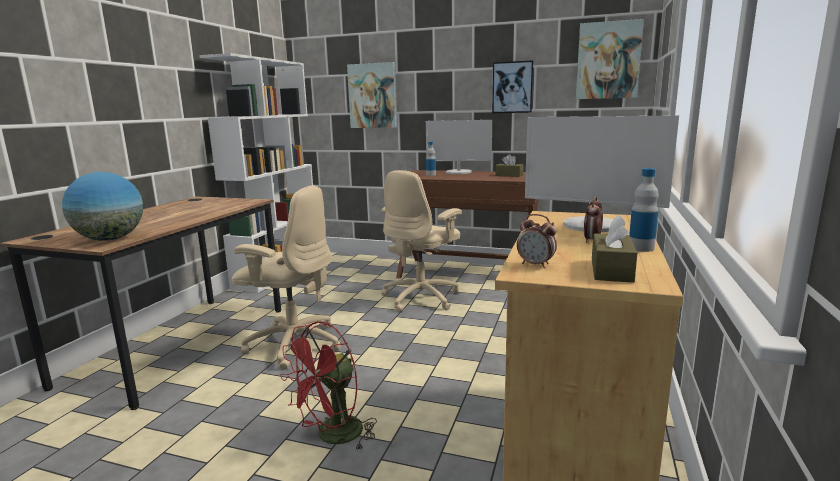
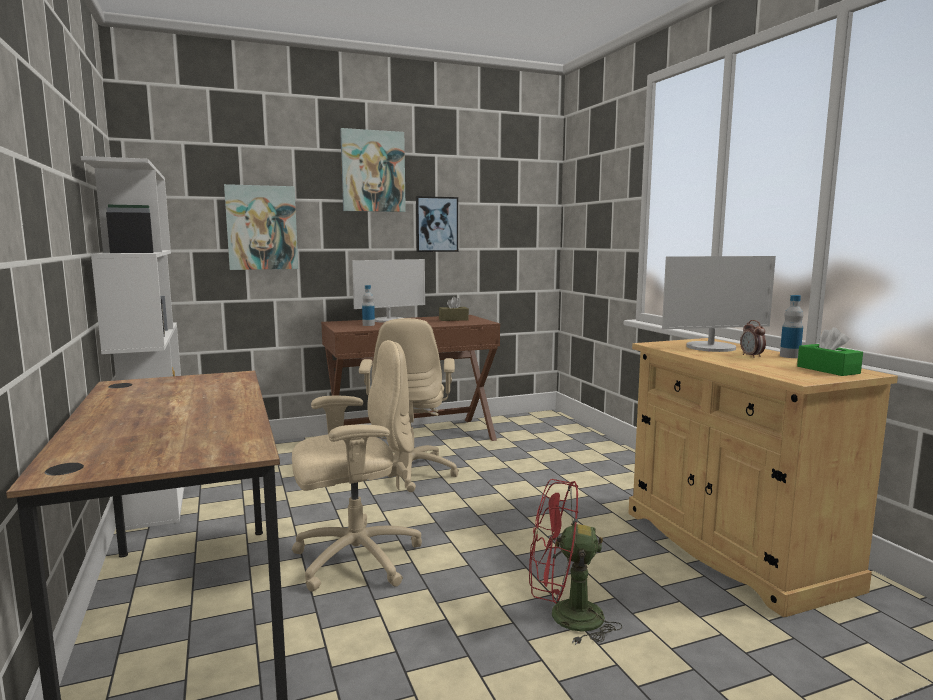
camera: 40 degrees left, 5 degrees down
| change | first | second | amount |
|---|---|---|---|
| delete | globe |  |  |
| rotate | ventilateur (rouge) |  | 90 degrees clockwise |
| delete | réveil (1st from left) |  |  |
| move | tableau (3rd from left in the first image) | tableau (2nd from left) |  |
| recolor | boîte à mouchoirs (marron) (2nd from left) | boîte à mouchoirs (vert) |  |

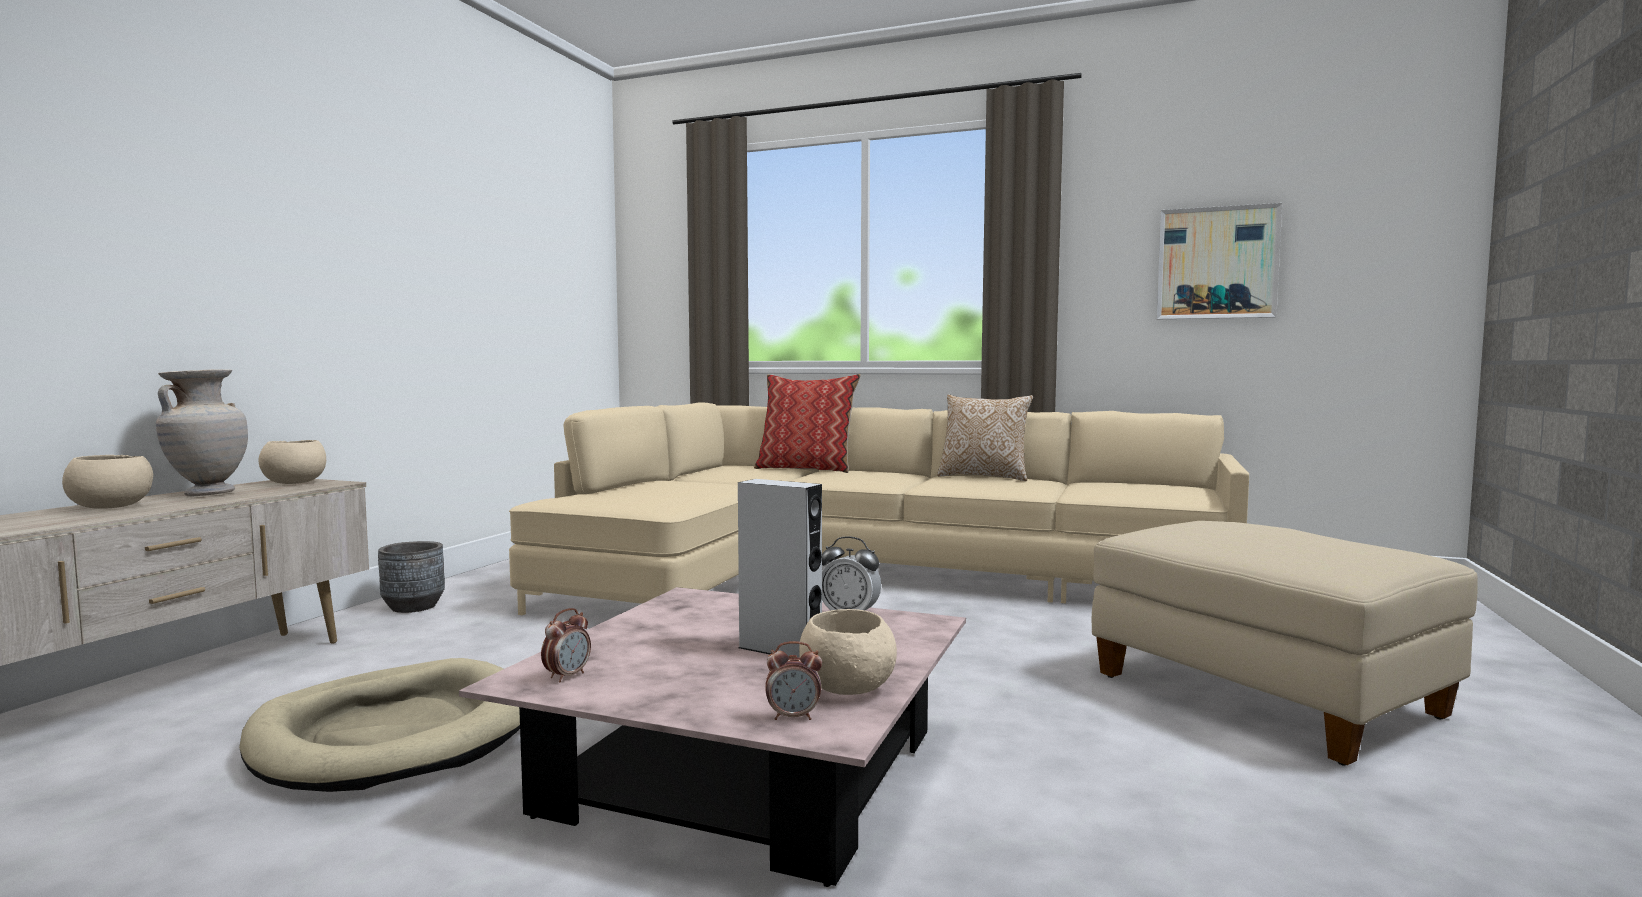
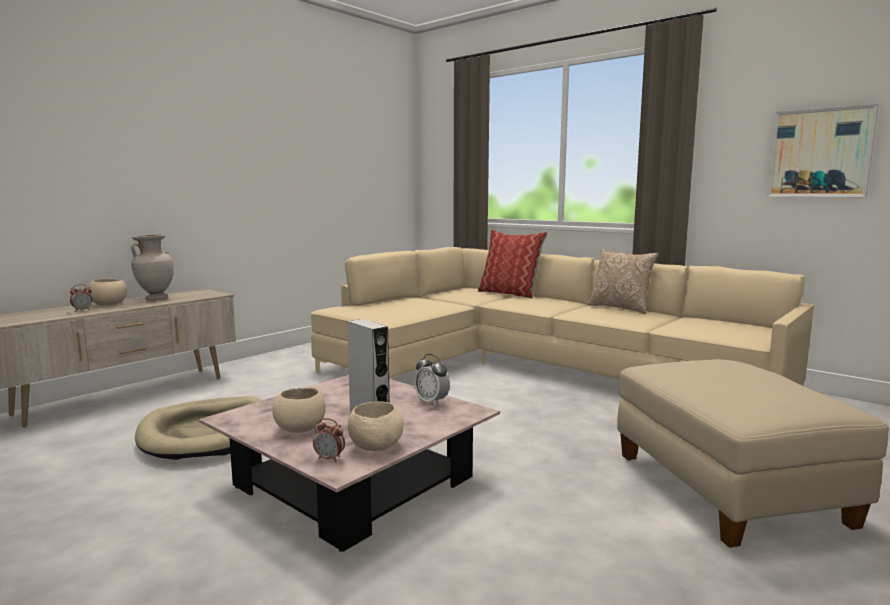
camera: 20 degrees right, 5 degrees up
| change | first | second | amount |
|---|---|---|---|
| move | bol (beige) (2nd from left) |  |  |
| delete | cache-pot (gris) |  |  |
| move | réveil (1st from left) |  |  |

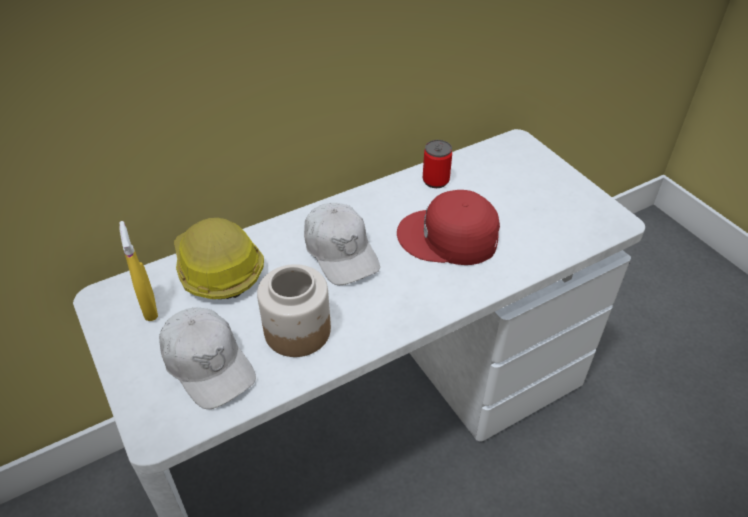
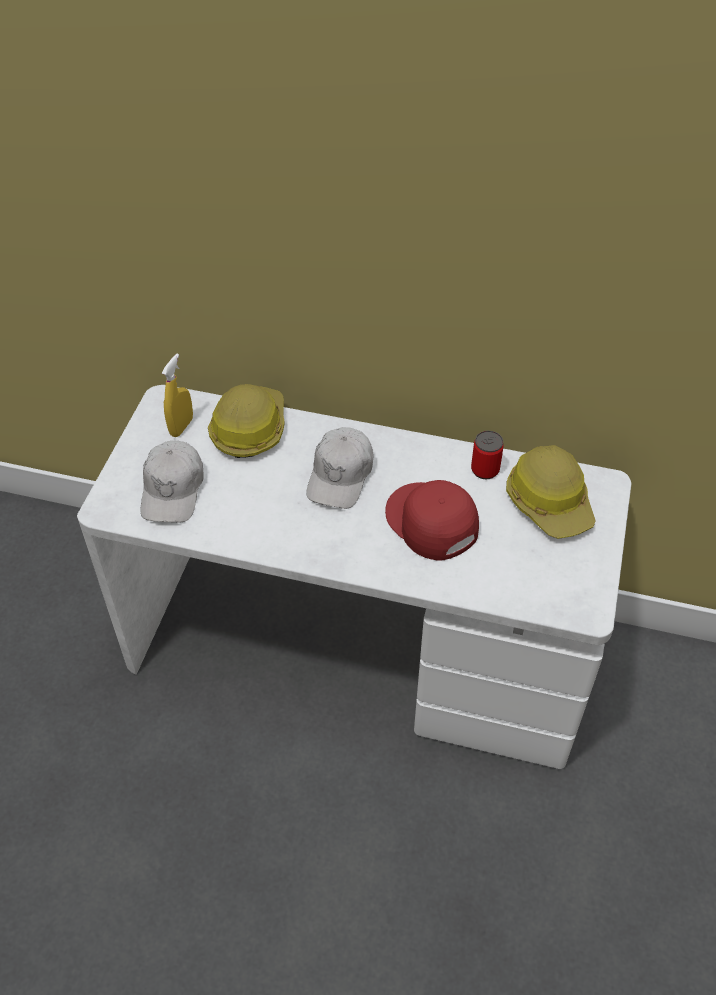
camera: 45 degrees right, 5 degrees up
| change | first | second | amount |
|---|---|---|---|
| delete | bocal |  |  |
| insert |  | casque de chantier (2nd from left) |  |

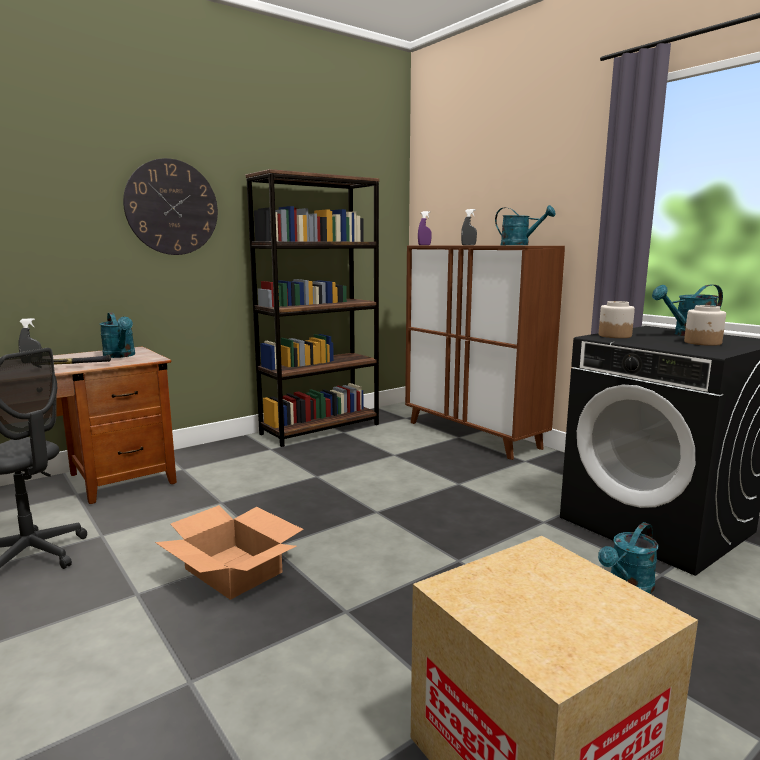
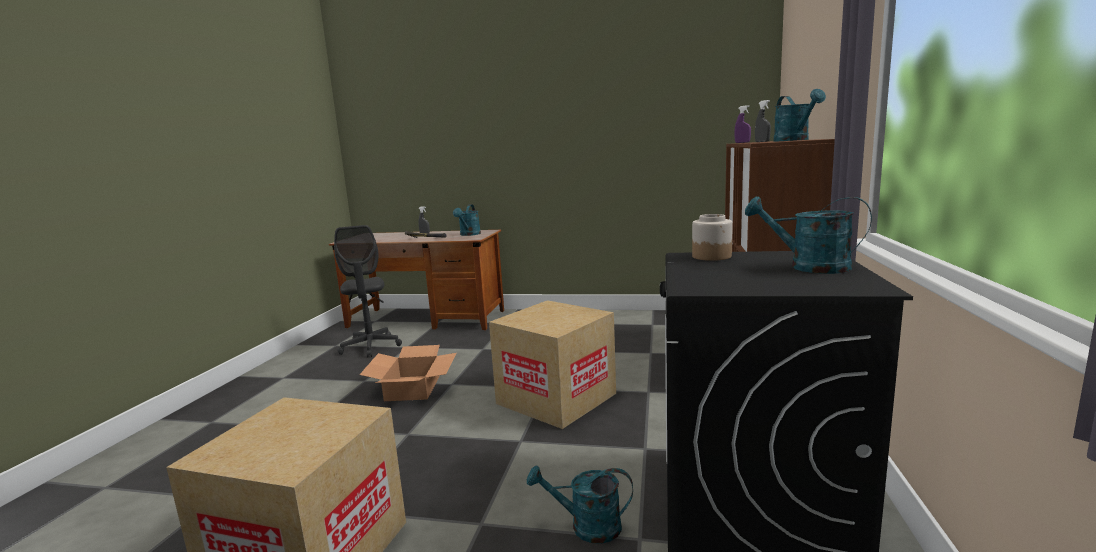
camera: 50 degrees right, 0 degrees up
| change | first | second | amount |
|---|---|---|---|
| delete | horloge murale |  |  |
| delete | bibliothèque (marron) |  |  |
| delete | bocal (2nd from left) |  |  |
| insert |  | carton (3rd from left) |  |

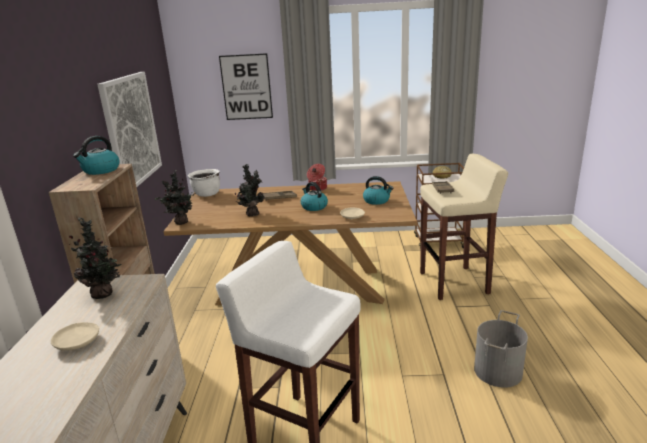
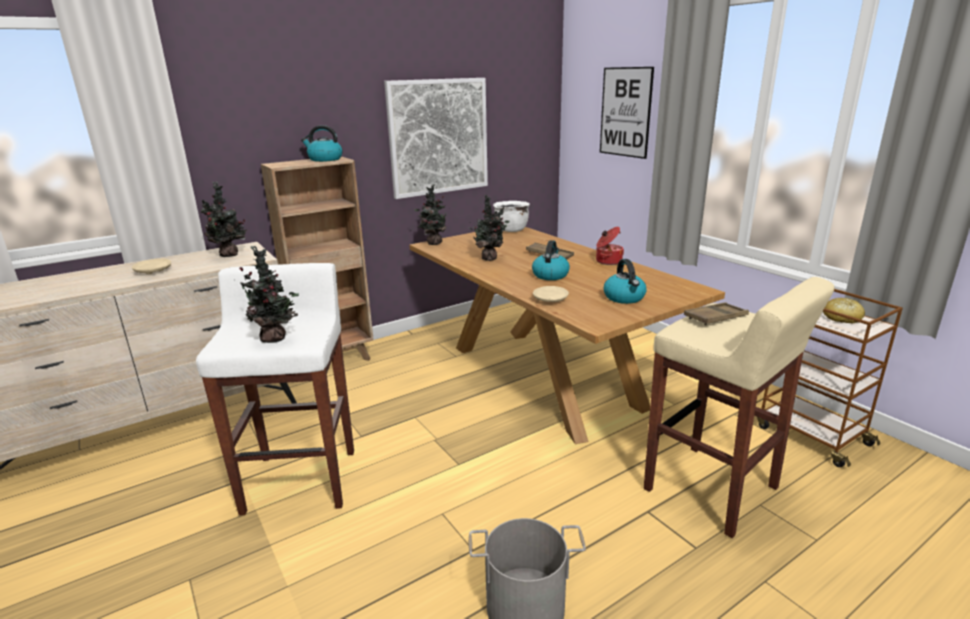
camera: 55 degrees right, 0 degrees up
| change | first | second | amount |
|---|---|---|---|
| insert |  | plante en pot (2nd from left) |  |

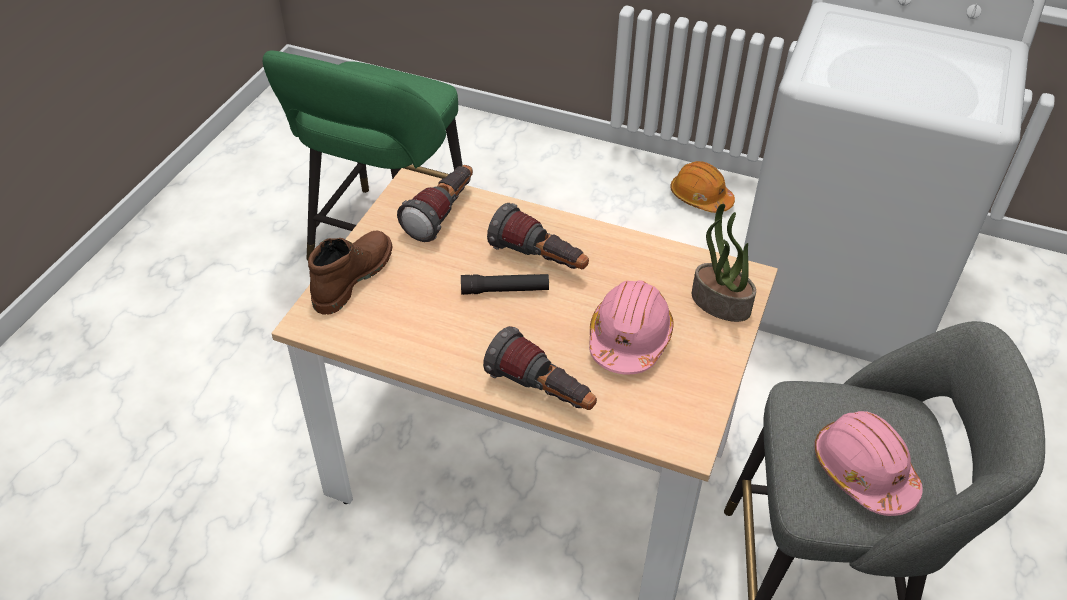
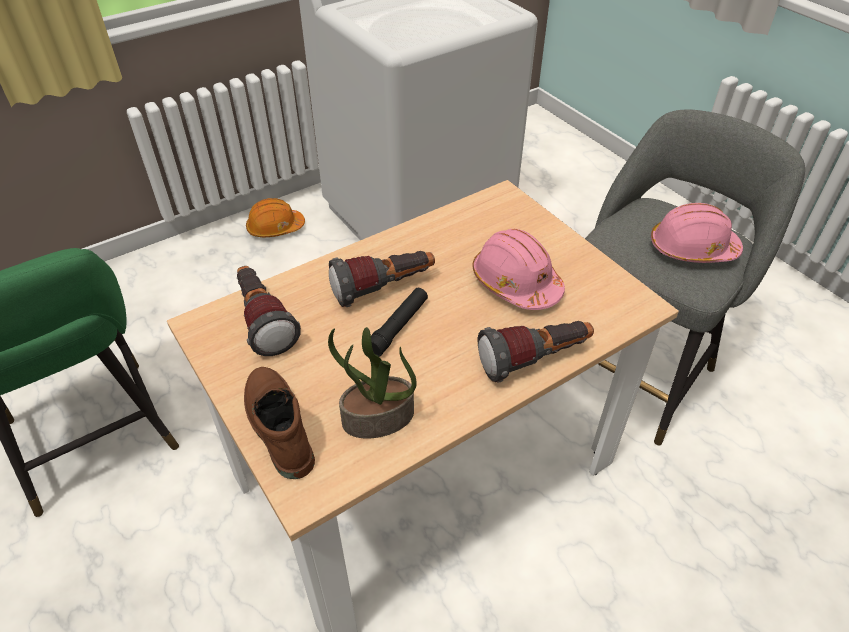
camera: 55 degrees left, 0 degrees up
| change | first | second | amount |
|---|---|---|---|
| move | plante en pot |  |  |

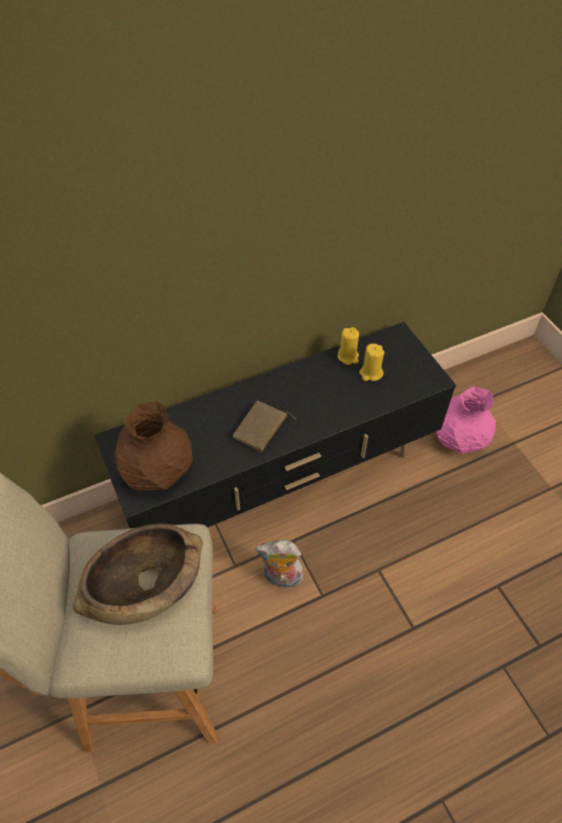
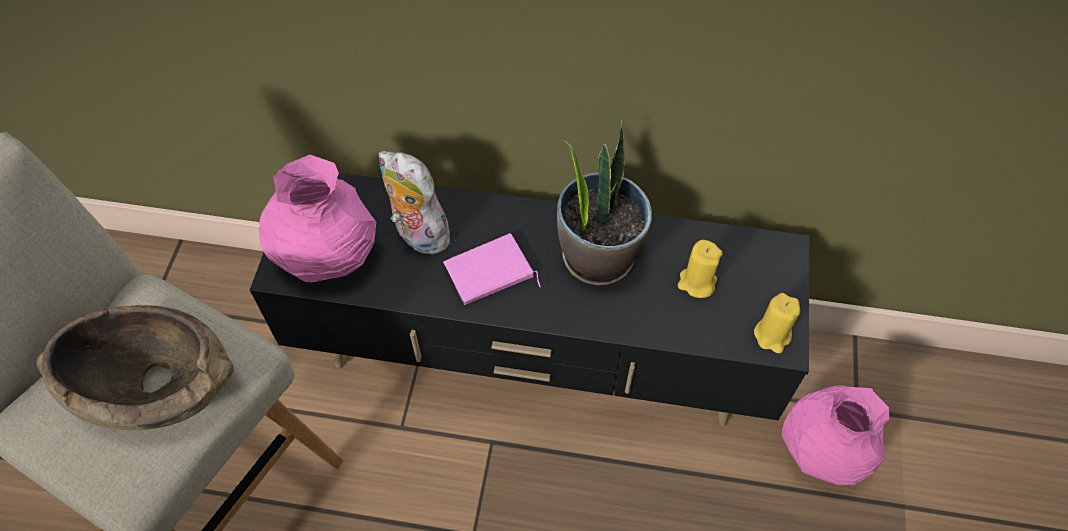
camera: 35 degrees right, 5 degrees up
| change | first | second | amount |
|---|---|---|---|
| recolor | vase (marron) | vase (rose) (1st from left) |  |
| recolor | livre (marron) | livre (rose) |  |
| move | peluche |  |  |
| move | bougie (jaune) (1st from left in the first image) | bougie (jaune) (2nd from left) |  |
| insert |  | plante en pot |  |

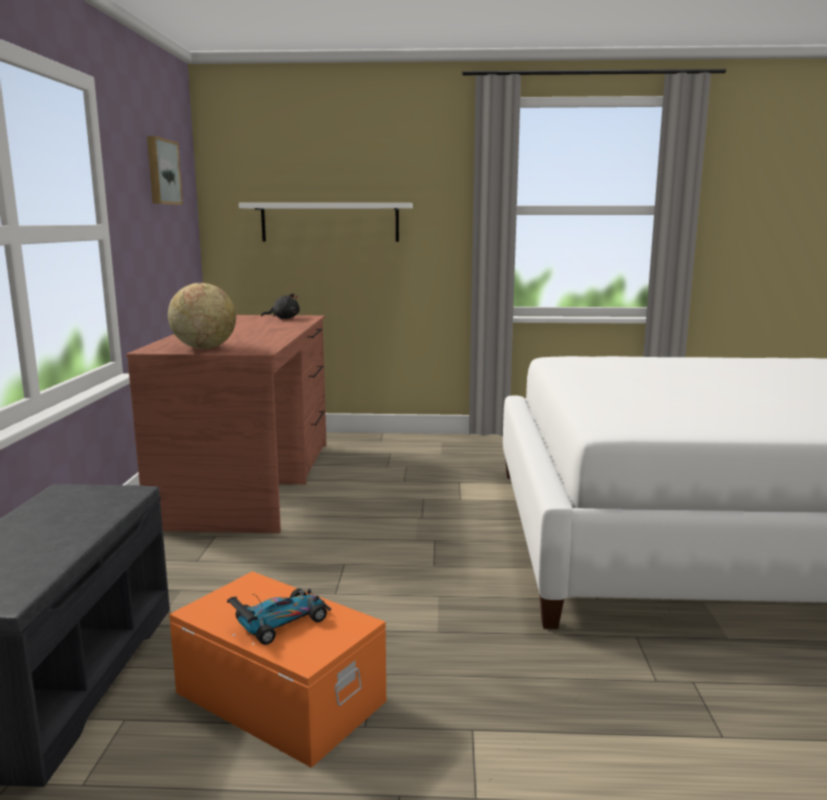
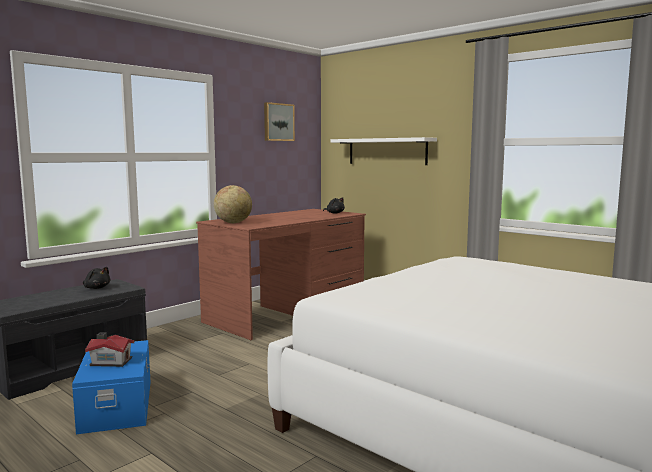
camera: 40 degrees right, 5 degrees down
| change | first | second | amount |
|---|---|---|---|
| recolor | boîte de rangement (orange) | boîte de rangement (bleu) |  |
| replace | petite voiture | maison miniature |  |
| insert |  | peluche (noir) (1st from left) |  |

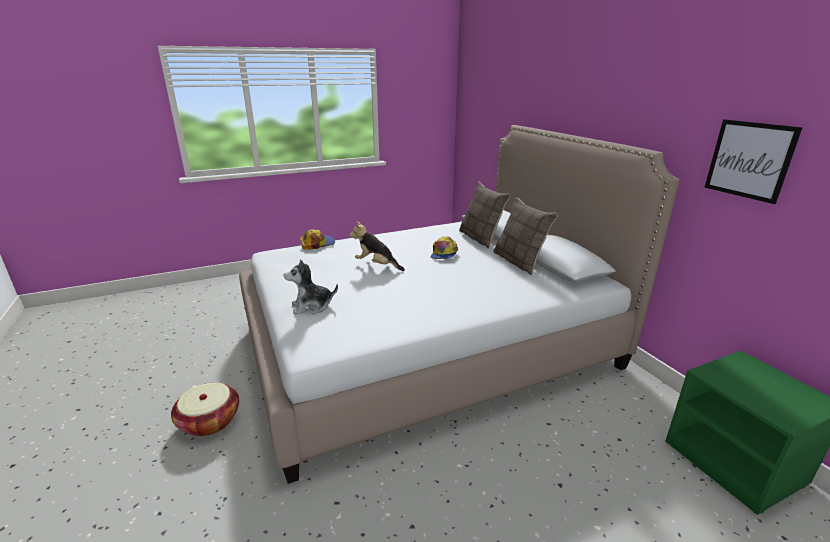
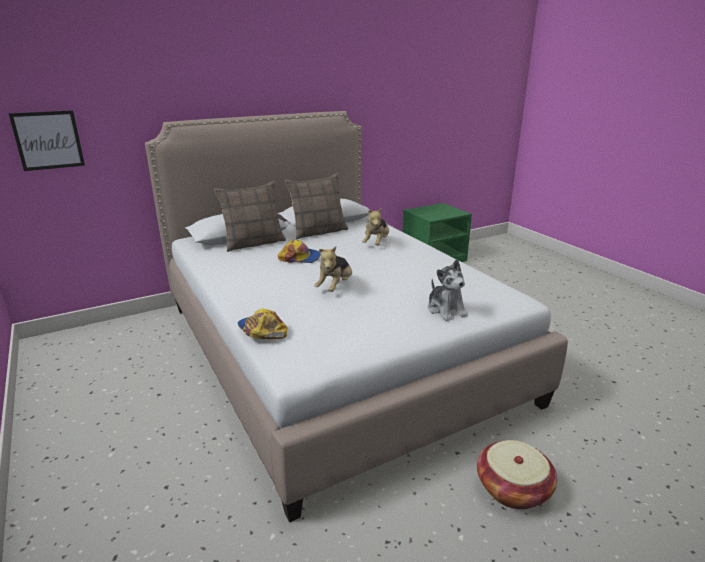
camera: 95 degrees left, 0 degrees up
| change | first | second | amount |
|---|---|---|---|
| move | tableau |  |  |
| insert |  | peluche (2nd from left) |  |

